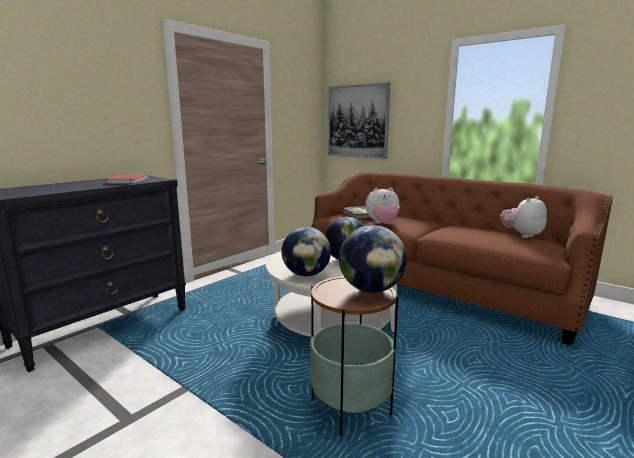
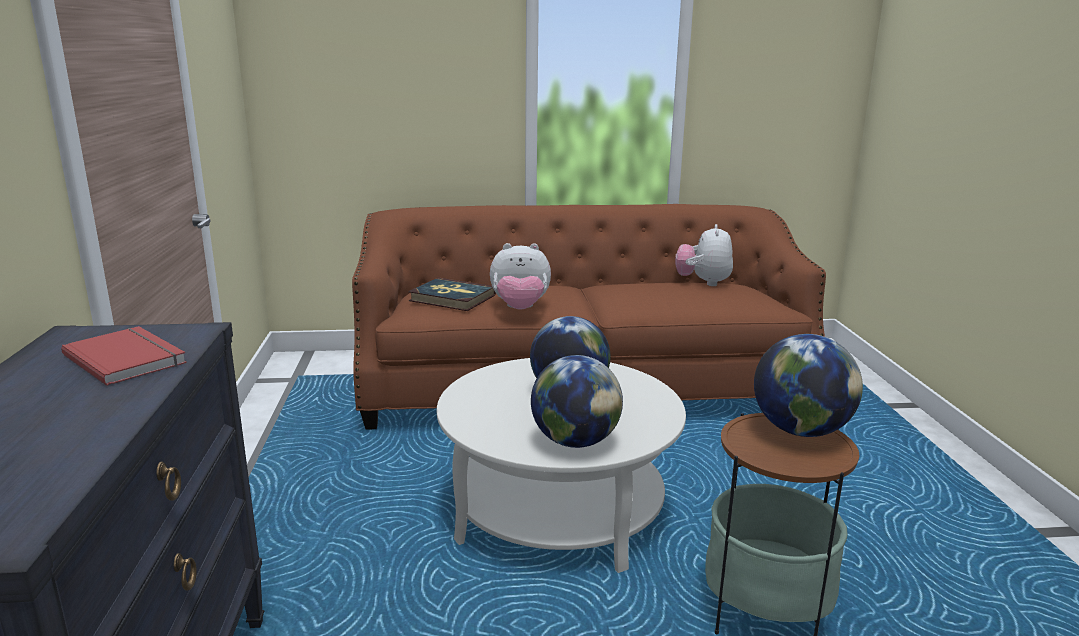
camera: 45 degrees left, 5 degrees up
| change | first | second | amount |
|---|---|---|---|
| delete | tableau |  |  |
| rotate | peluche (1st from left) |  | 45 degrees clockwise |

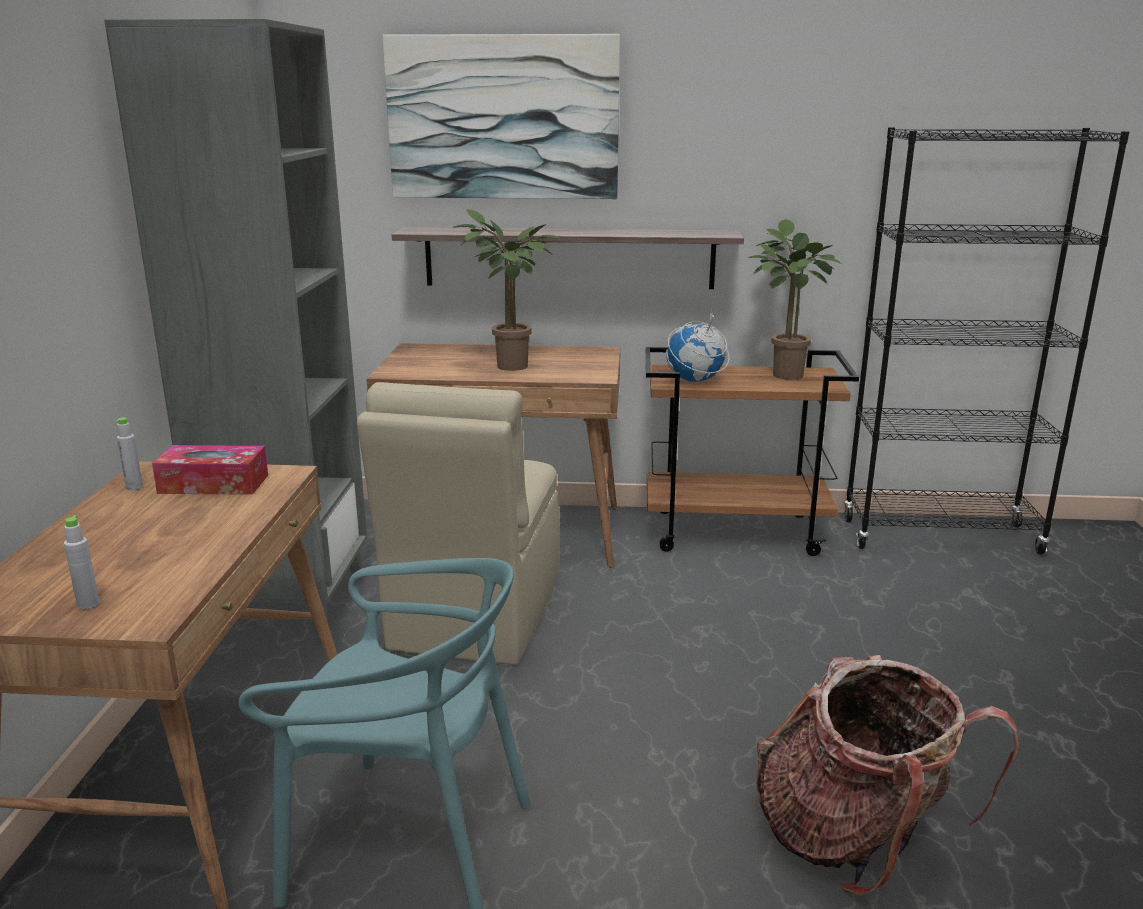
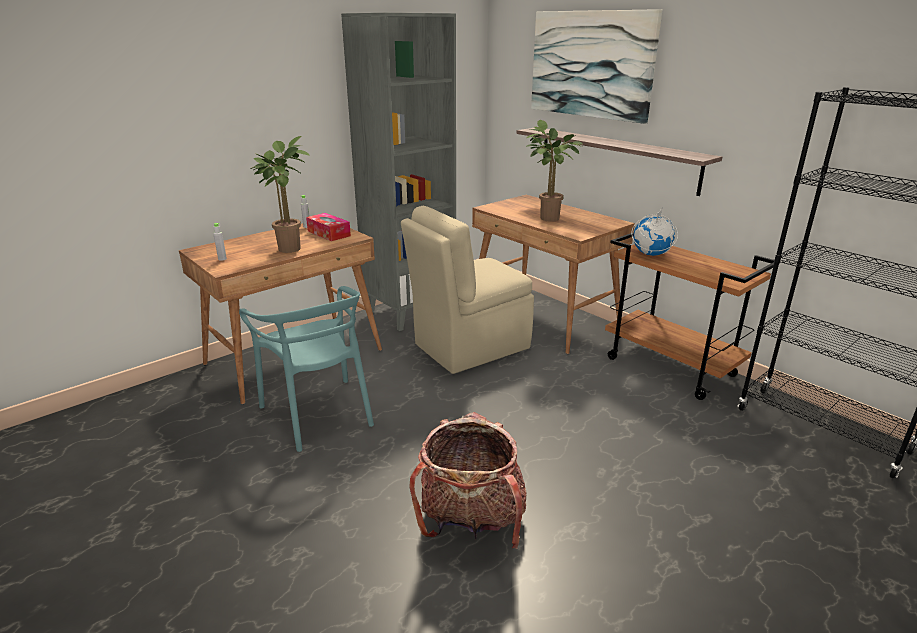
camera: 45 degrees right, 5 degrees up
| change | first | second | amount |
|---|---|---|---|
| move | plante en pot (2nd from left in the first image) | plante en pot (1st from left) |  |

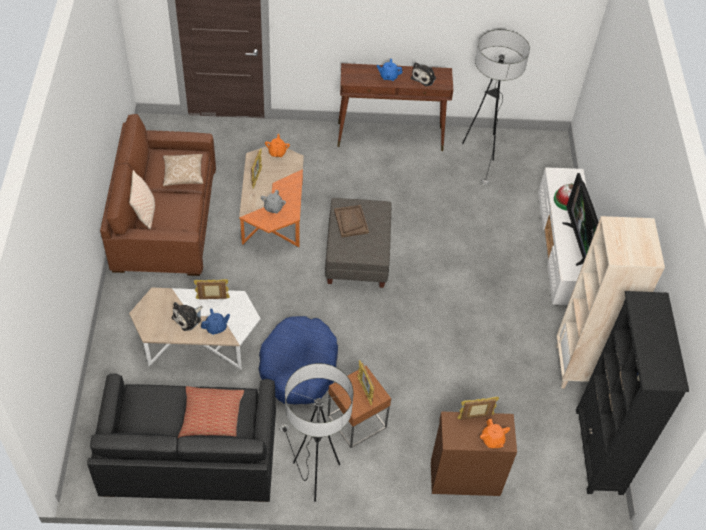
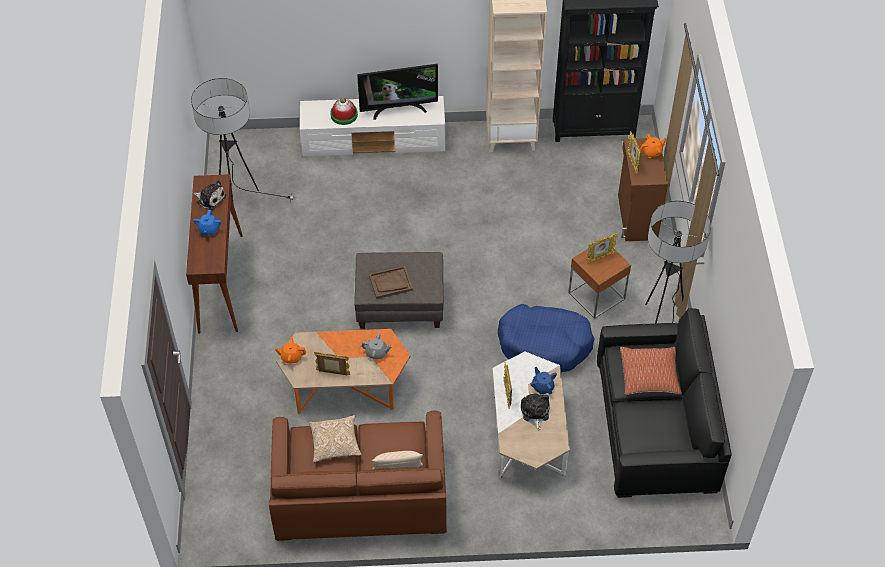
camera: 90 degrees left, 0 degrees up
| change | first | second | amount |
|---|---|---|---|
| rotate | peluche (1st from left in the first image) | peluche (2nd from left) | 135 degrees counterclockwise |

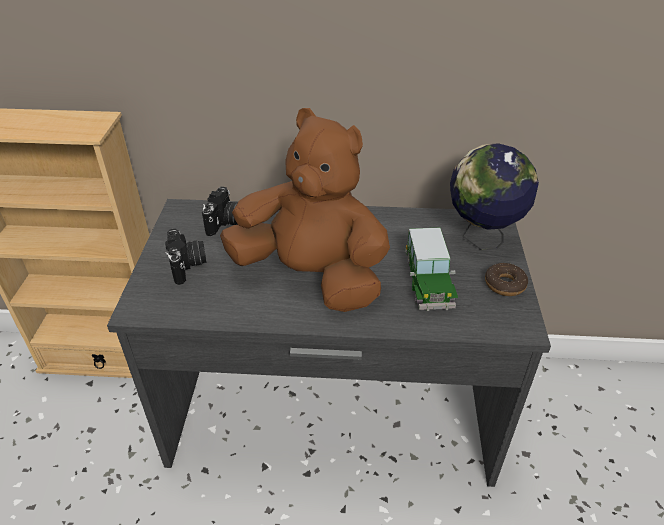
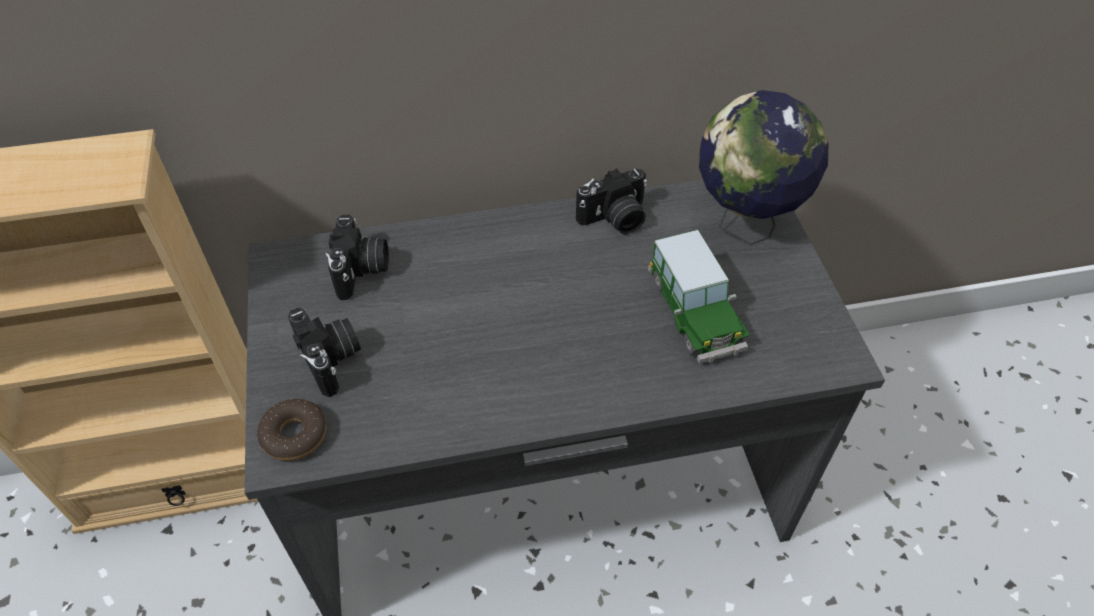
camera: 15 degrees left, 10 degrees up
| change | first | second | amount |
|---|---|---|---|
| delete | peluche (marron) |  |  |
| move | beignet |  |  |
| insert |  | appareil photo (3rd from left) |  |

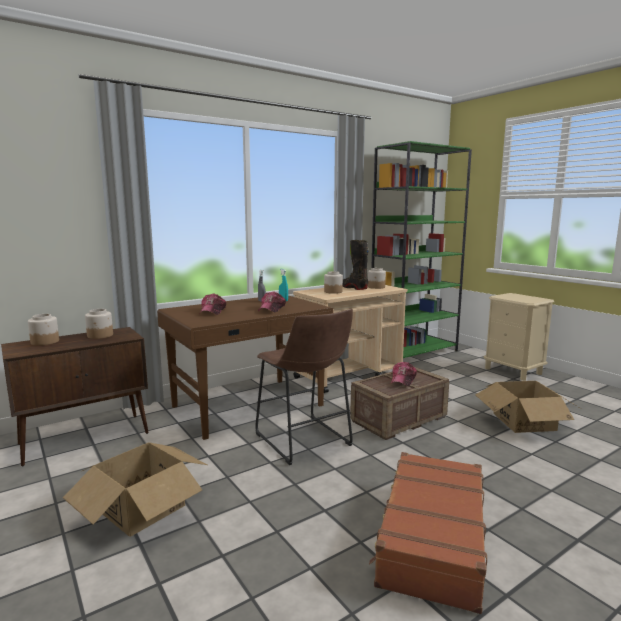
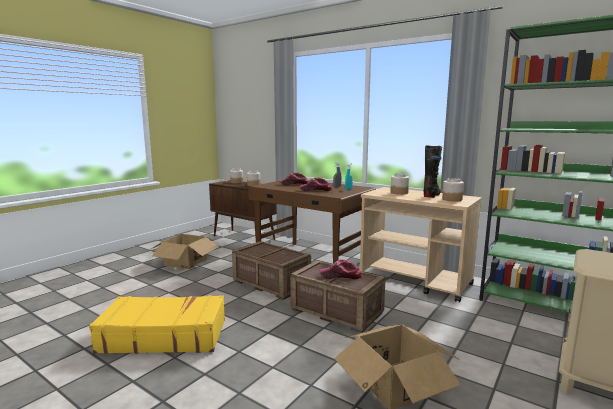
camera: 70 degrees right, 0 degrees up
| change | first | second | amount |
|---|---|---|---|
| replace | tabouret (marron) | caisse (1st from left) |  |
| recolor | valise (marron) | valise (jaune) |  |

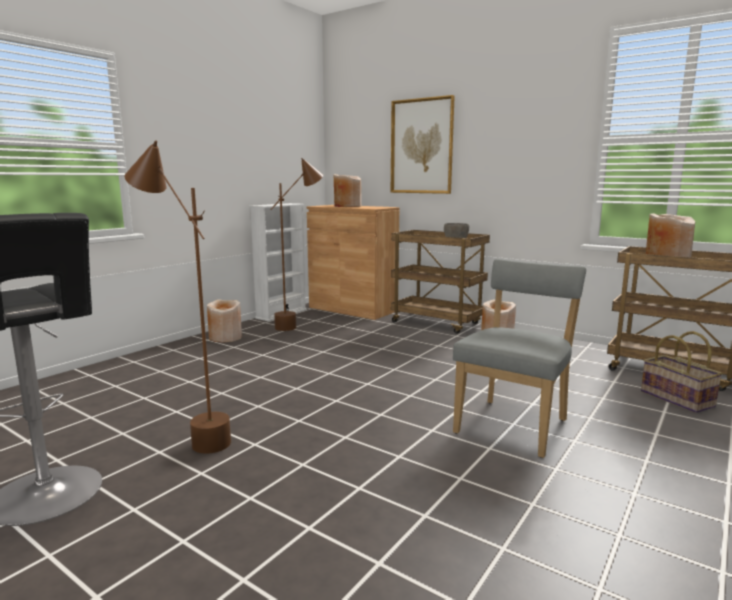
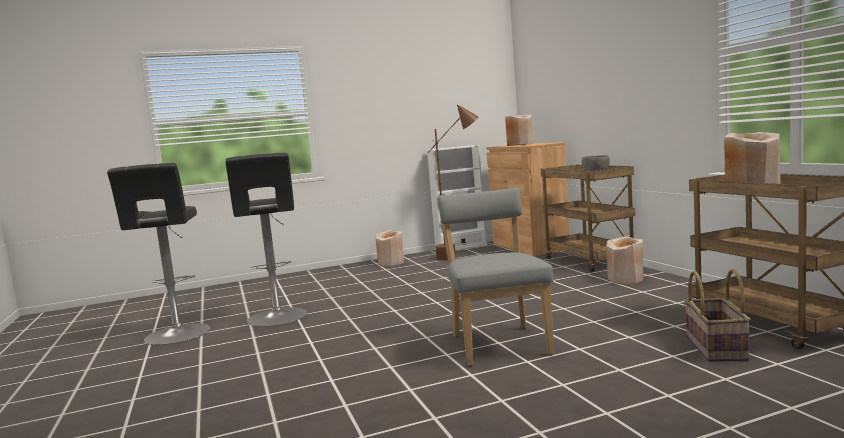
camera: 35 degrees right, 5 degrees down
| change | first | second | amount |
|---|---|---|---|
| replace | lampadaire (marron) (1st from left) | tabouret (noir) (2nd from left) |  |
| delete | tableau |  |  |
| rotate | chaise (gris) |  | 75 degrees counterclockwise |

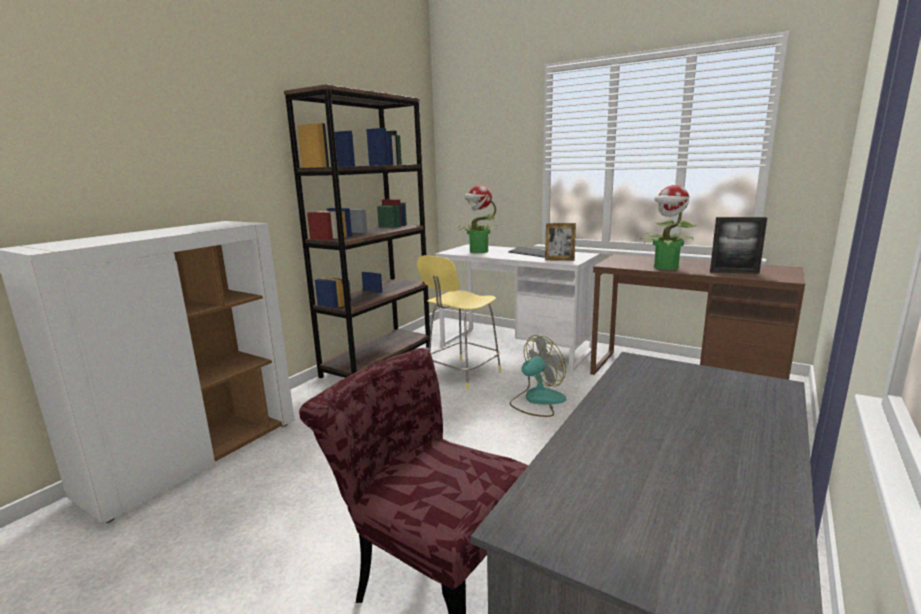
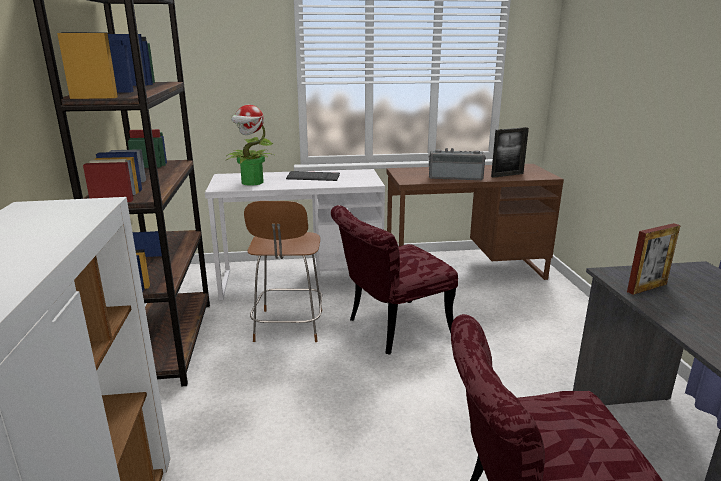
camera: 40 degrees left, 5 degrees up
| change | first | second | amount |
|---|---|---|---|
| recolor | tabouret (jaune) | tabouret (marron) |  |
| replace | ventilateur | chaise (rouge) (1st from left) |  |
| move | cadre photo (1st from left in the first image) | cadre photo (2nd from left) |  |
| replace | plante en pot (2nd from left) | radio |  |

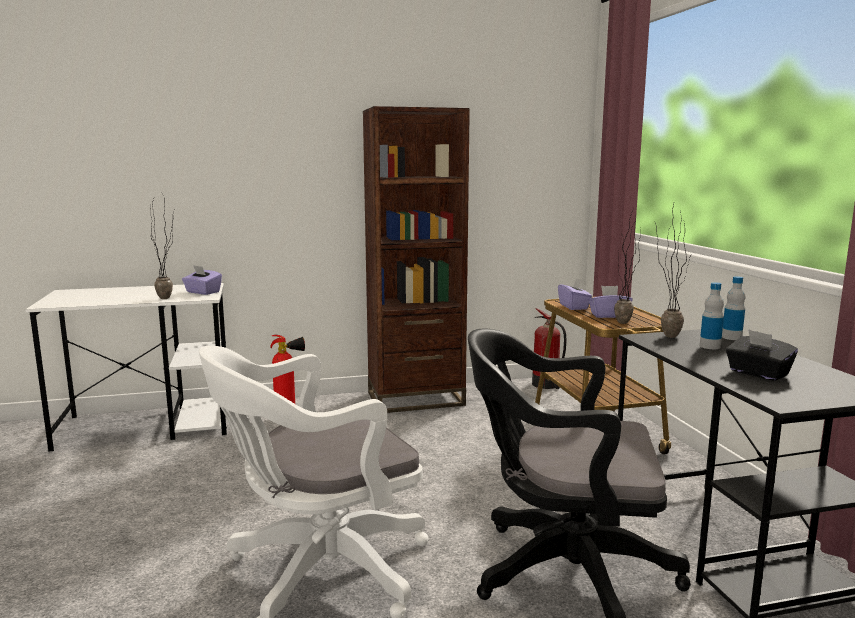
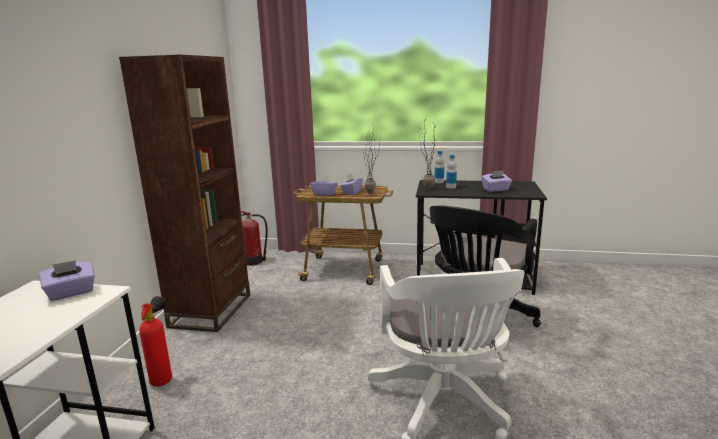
camera: 65 degrees left, 5 degrees up
| change | first | second | amount |
|---|---|---|---|
| delete | plante en pot (1st from left) |  |  |
| recolor | boîte à mouchoirs (noir) | boîte à mouchoirs (violet) (4th from left) |  |

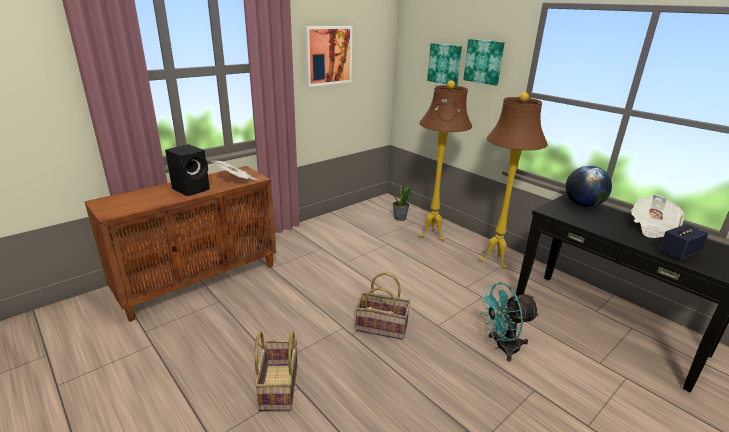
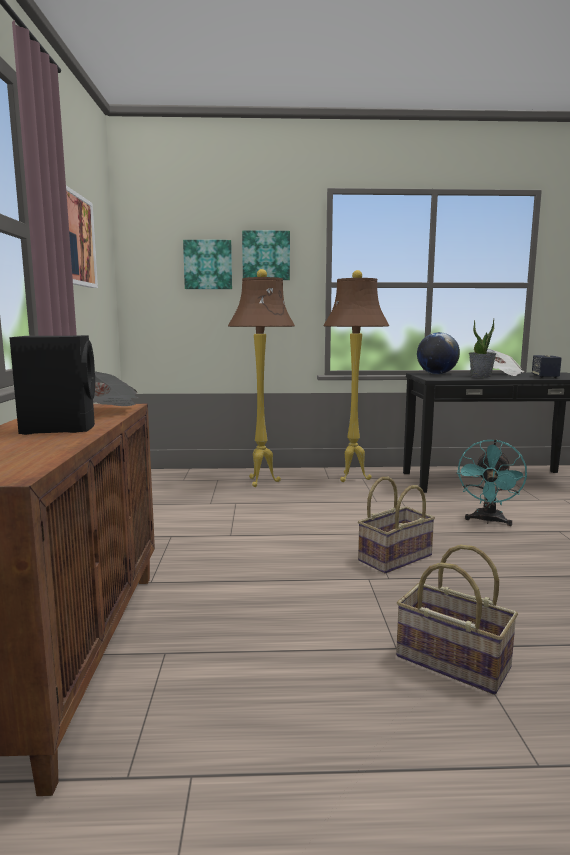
camera: 50 degrees left, 15 degrees down
| change | first | second | amount |
|---|---|---|---|
| move | plante en pot |  |  |

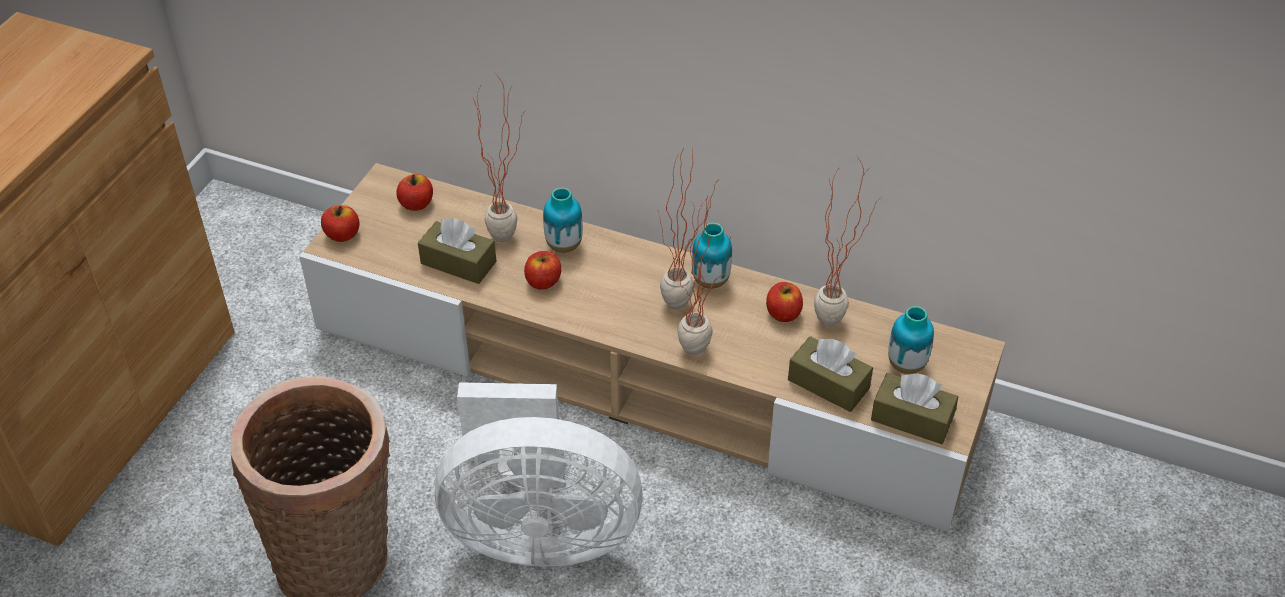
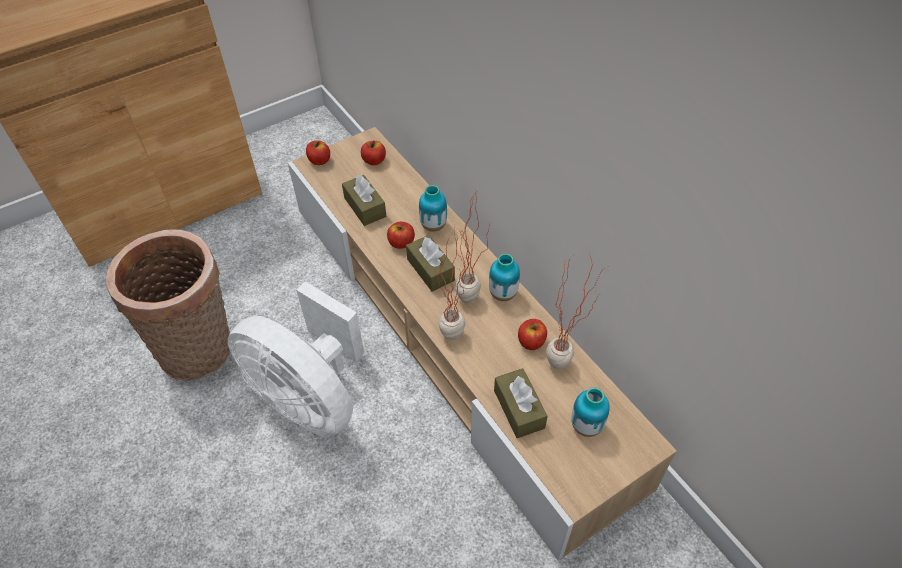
camera: 35 degrees right, 5 degrees up
| change | first | second | amount |
|---|---|---|---|
| delete | plante en pot (1st from left) |  |  |
| move | boîte à mouchoirs (marron) (3rd from left in the first image) | boîte à mouchoirs (marron) (2nd from left) |  |

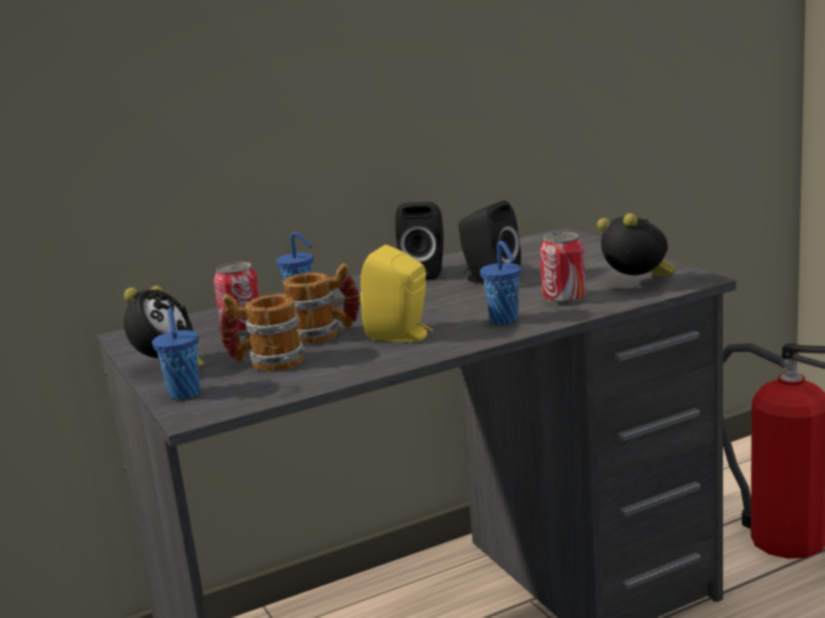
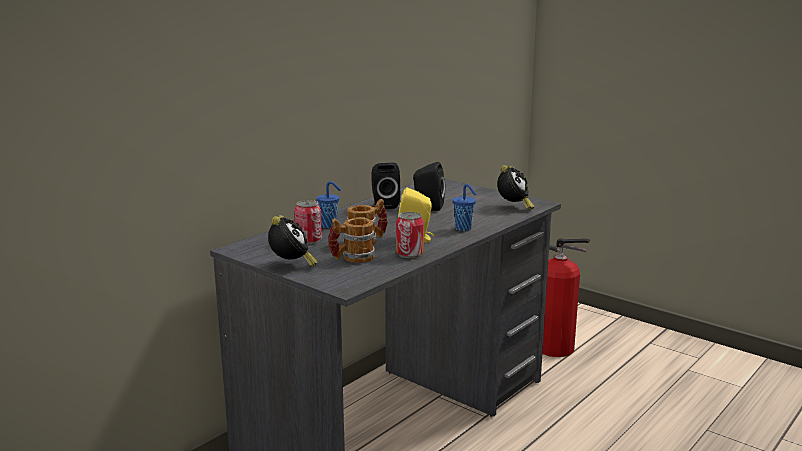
camera: 25 degrees left, 0 degrees up
| change | first | second | amount |
|---|---|---|---|
| delete | tasse (bleu) (1st from left) |  |  |
| move | boîte métallique (2nd from left) |  |  |
| rotate | réveil (2nd from left) |  | 90 degrees clockwise |

